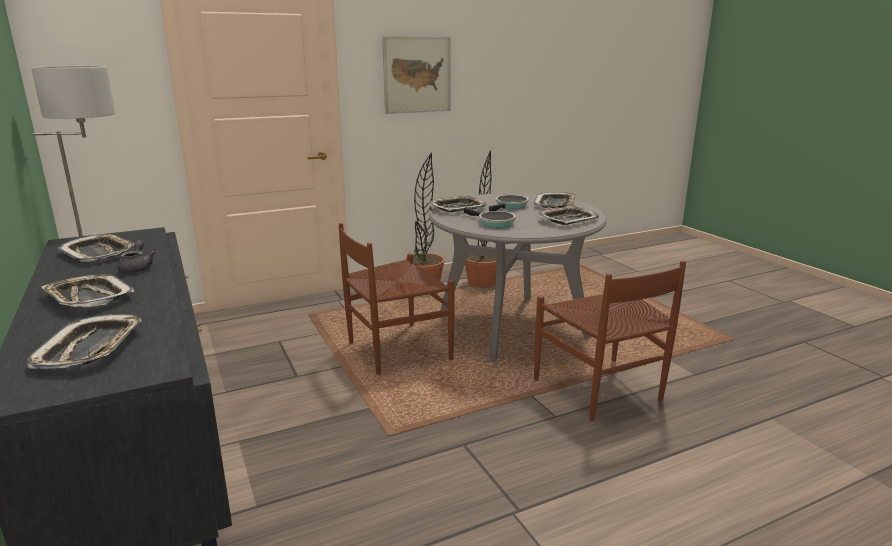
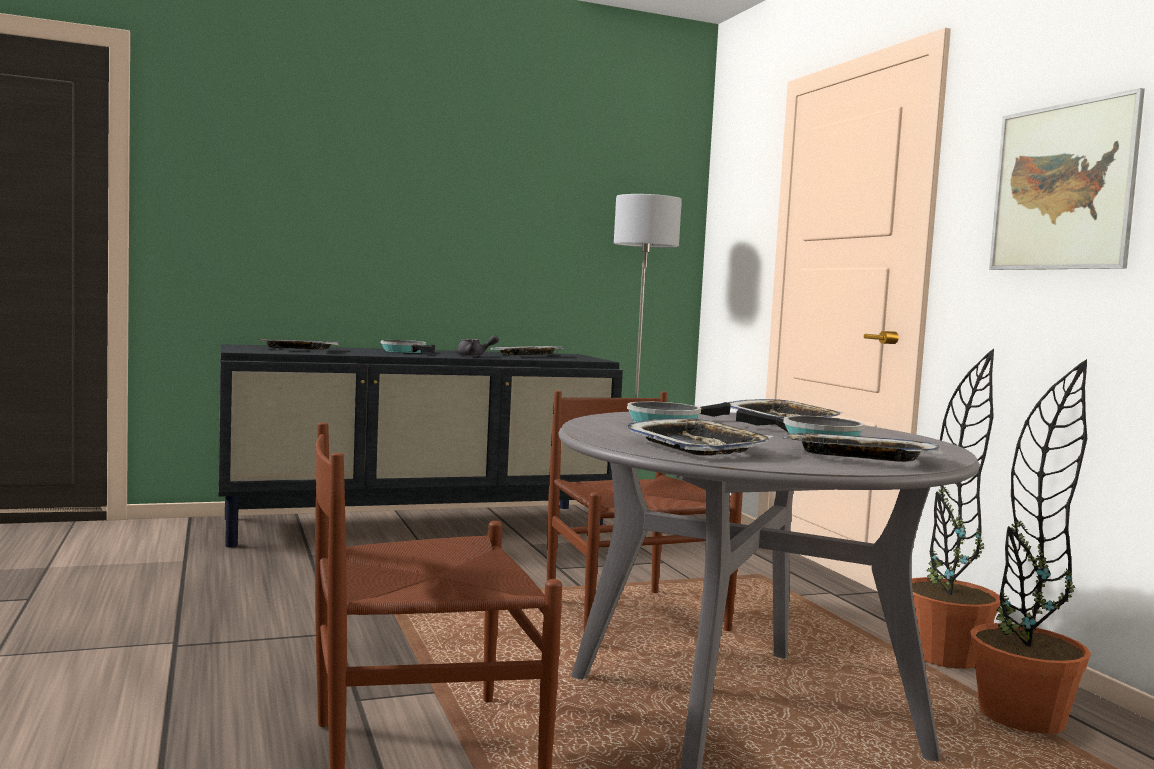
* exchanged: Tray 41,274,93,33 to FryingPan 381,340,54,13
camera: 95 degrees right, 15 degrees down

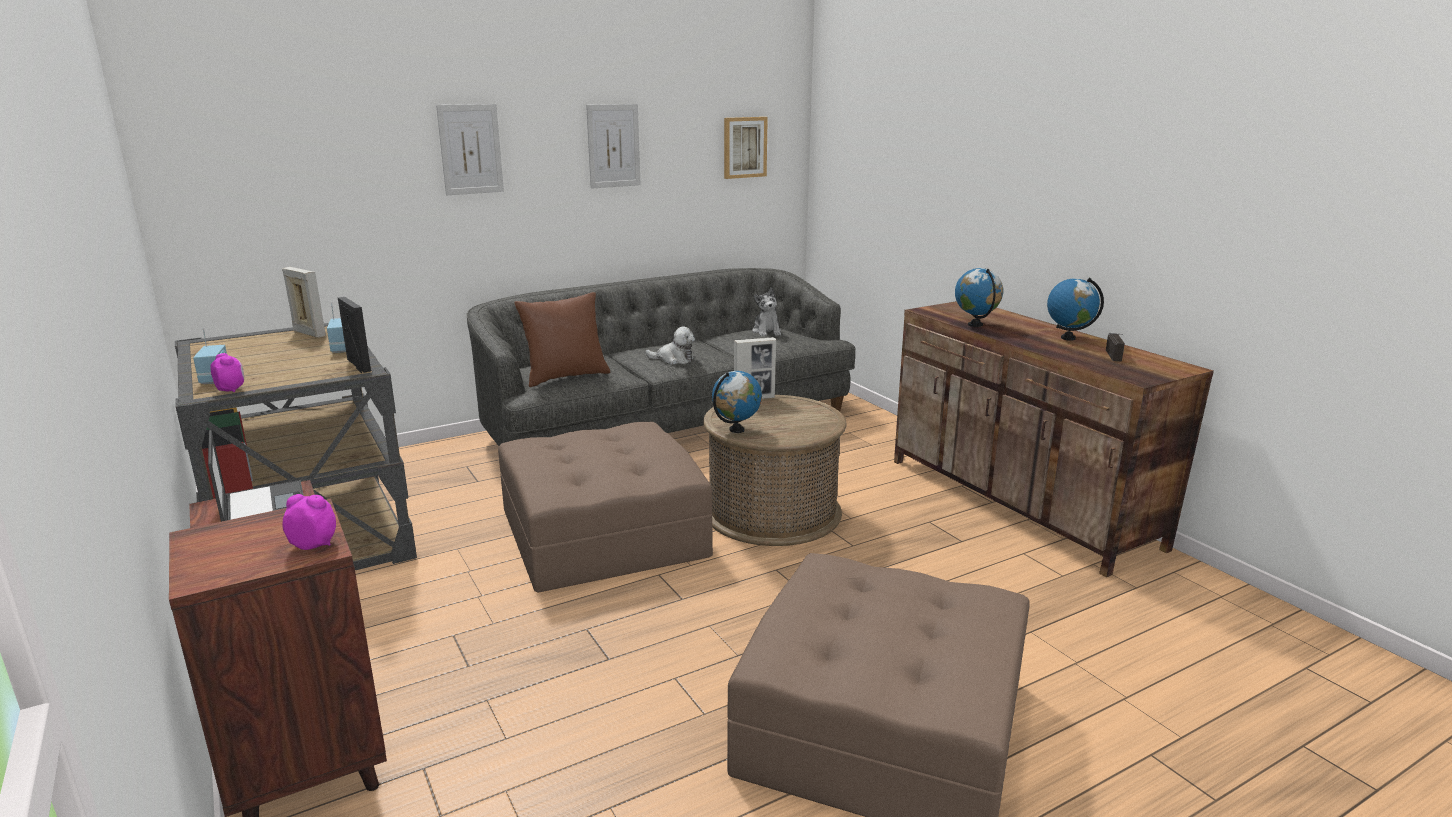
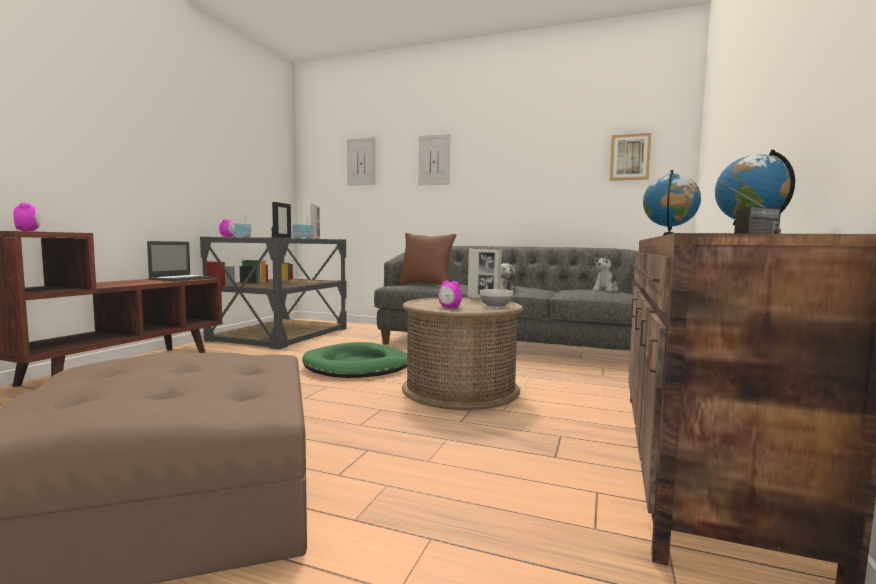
* exchanged: BrownOttoman 498,422,215,171 to GreenDogBed 302,342,105,36
* relocated: Picture 586,104,54,85 to 347,137,28,49
* appeared: AlarmClock 438,281,24,27
* appeared: Bowl 480,289,33,18
* missing: Globe 712,371,50,62
camera: 50 degrees right, 15 degrees down

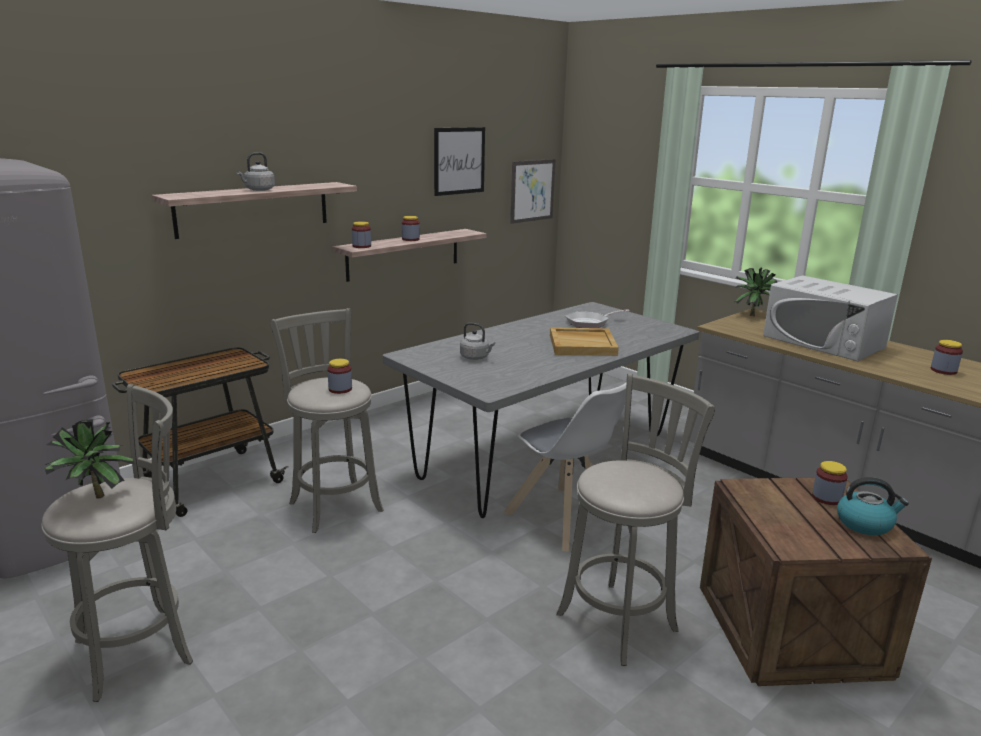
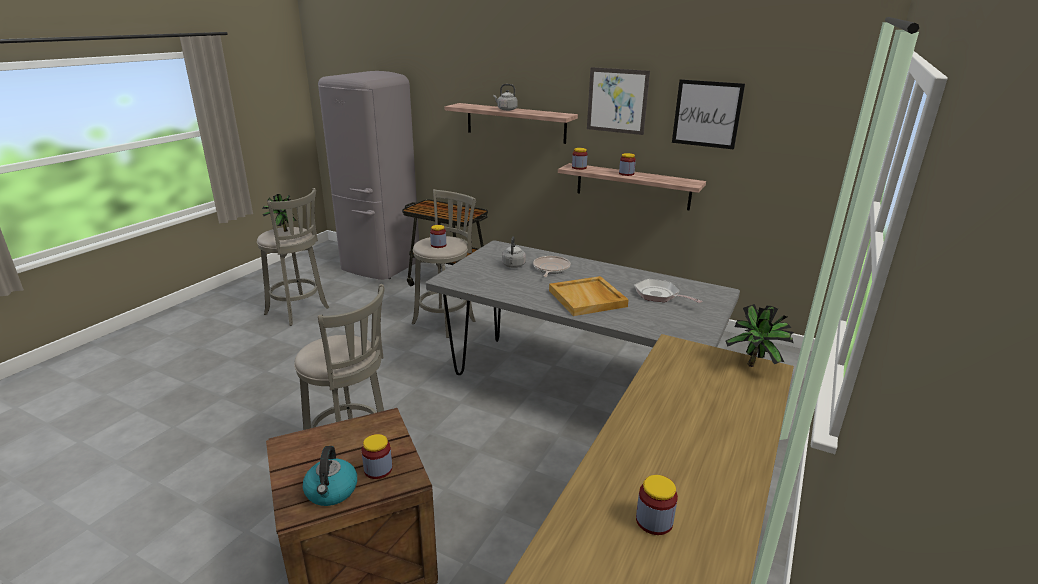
* appeared: FryingPan 533,256,37,21
* relocated: Picture 510,159,46,65 to 587,67,63,68
* missing: Chair 504,383,122,169
* missing: WhiteMicrowave 763,275,135,86
camera: 70 degrees right, 5 degrees up

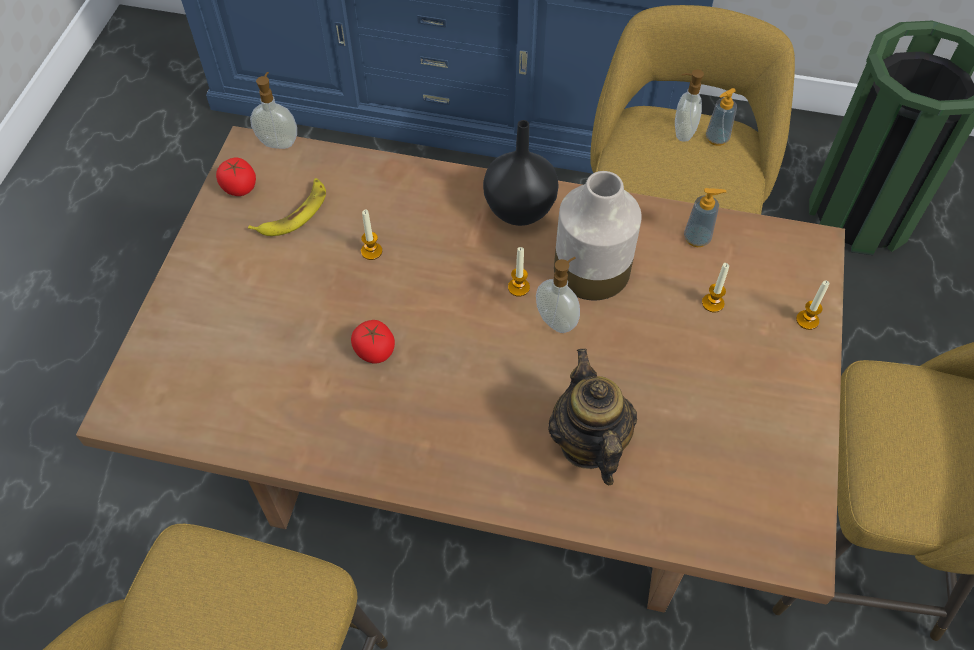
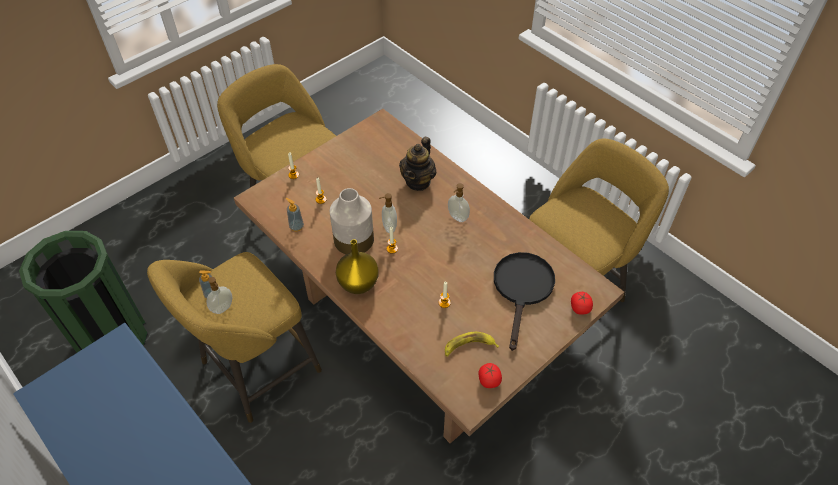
* colour: BlackVase 483,120,76,106 to YellowVase 336,239,43,55
* relocated: SoapDispenser 250,72,47,77 to 448,183,22,39
* appeared: BlackFryingPan 494,252,61,99
* relocated: Tomato 351,320,44,43 to 571,292,22,23
camera: 145 degrees left, 5 degrees down

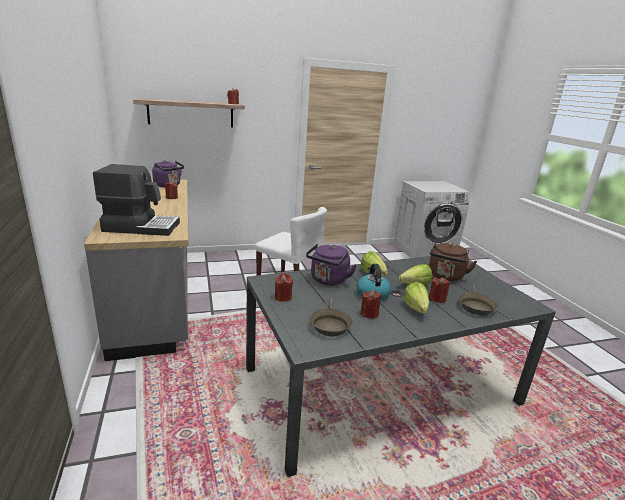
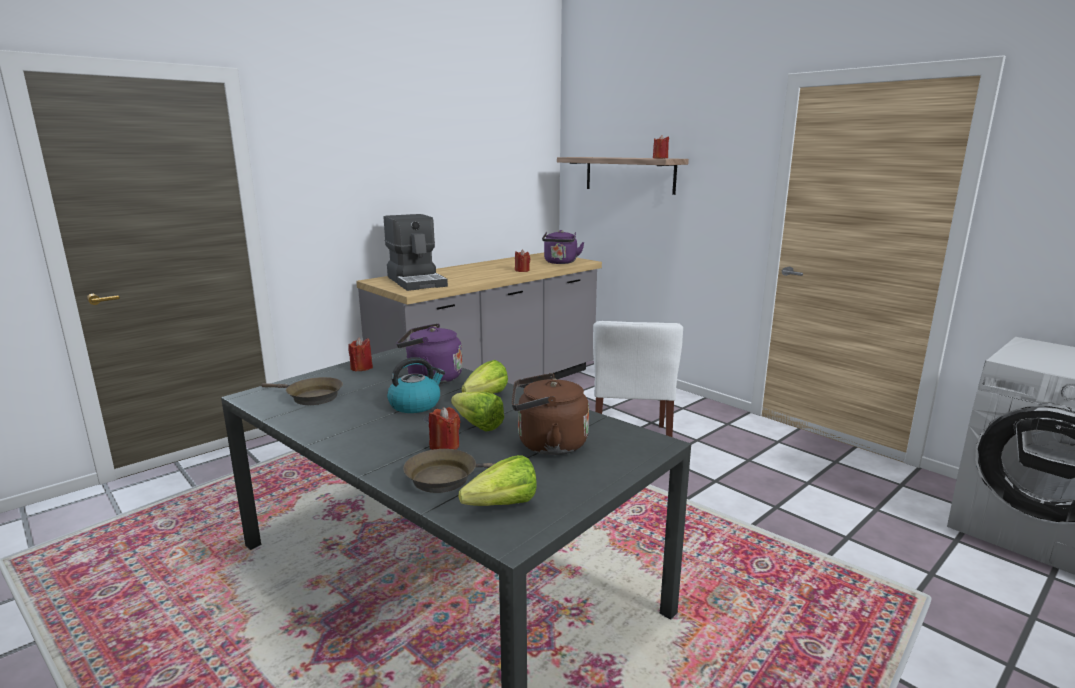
* spun: BrownFryingPan 310,297,43,39 = 261,377,82,28 135 degrees counterclockwise
* relocated: Lettuce 403,282,26,32 to 459,455,78,51
* missing: RedCandle 360,290,22,29
camera: 65 degrees right, 5 degrees down

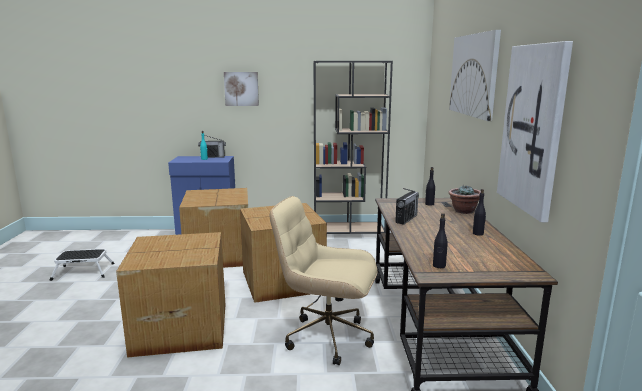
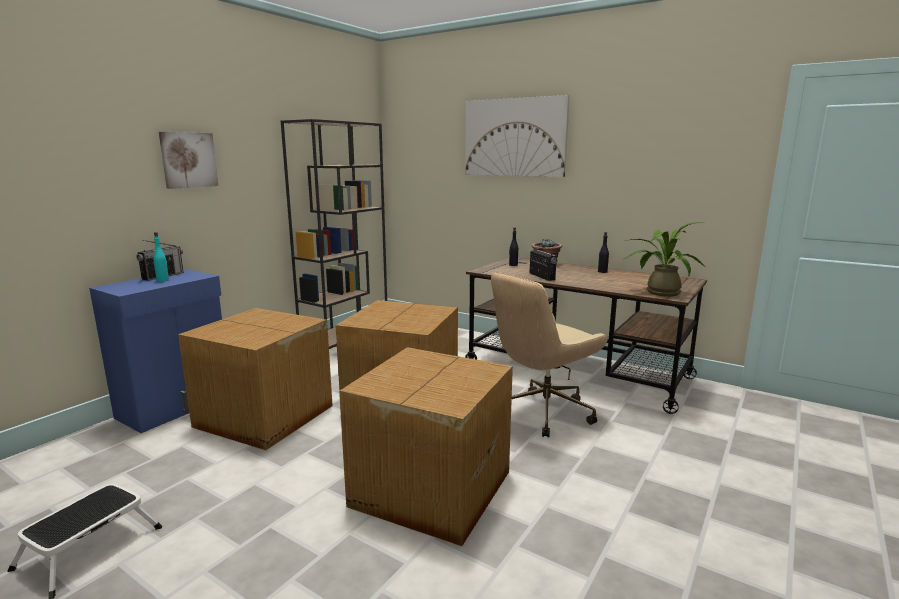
* exchanged: BlackBottle 433,213,15,55 to PottedPlant 624,222,82,75
* missing: Picture 497,41,76,181
camera: 55 degrees left, 0 degrees up

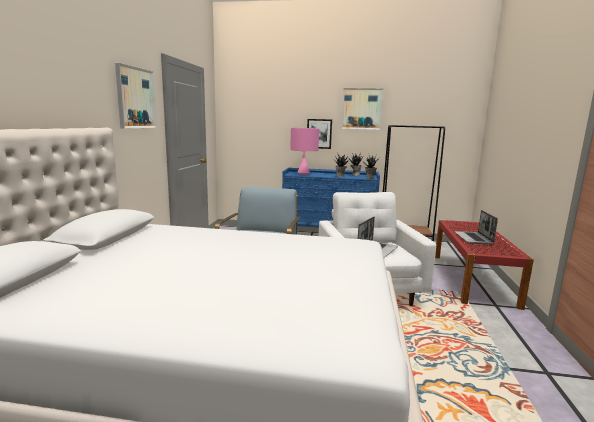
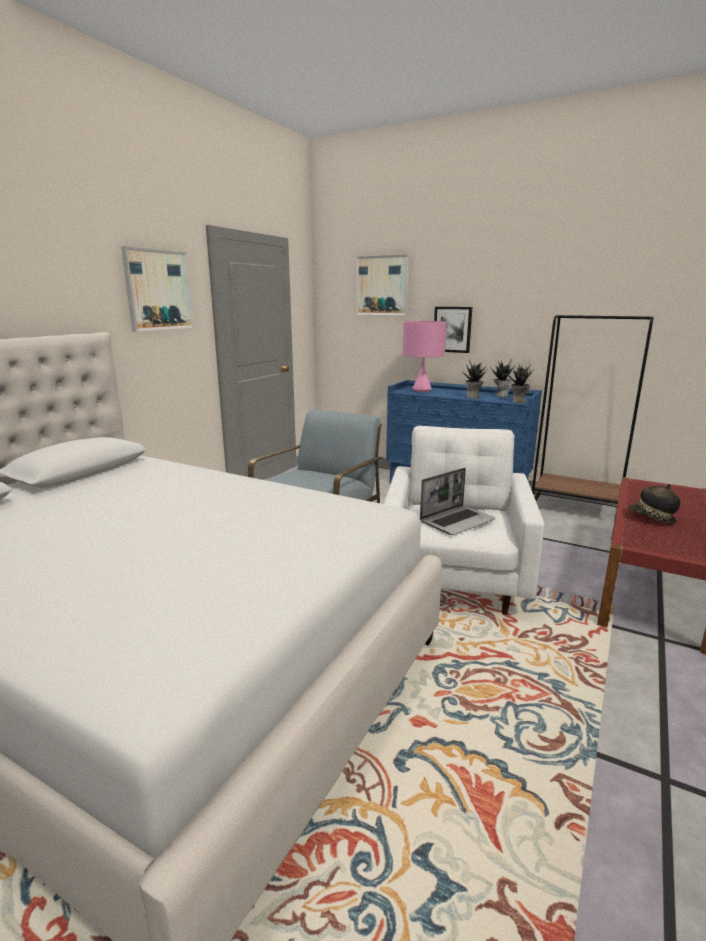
* relocated: Picture 341,88,43,42 to 356,254,53,61
* exchanged: Laptop 454,210,44,34 to Hat 629,484,51,39
camera: 20 degrees right, 5 degrees up

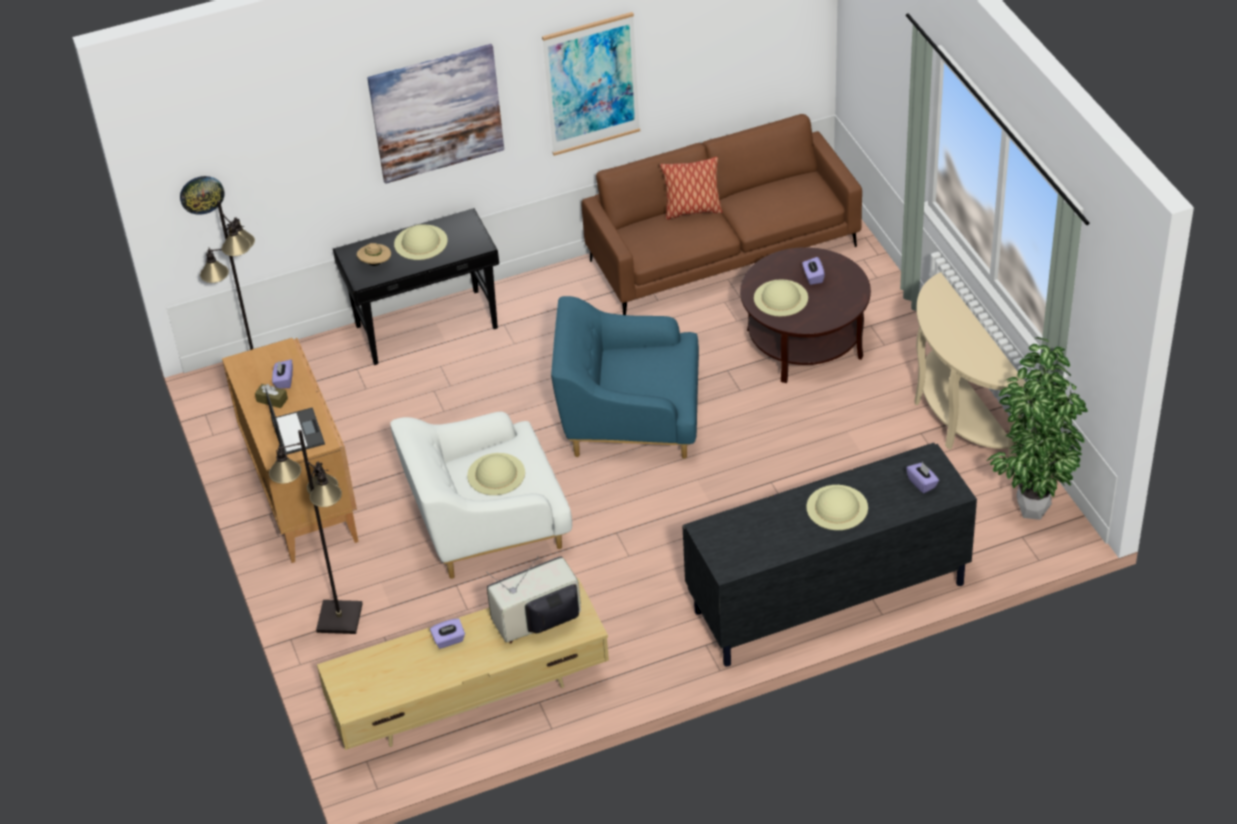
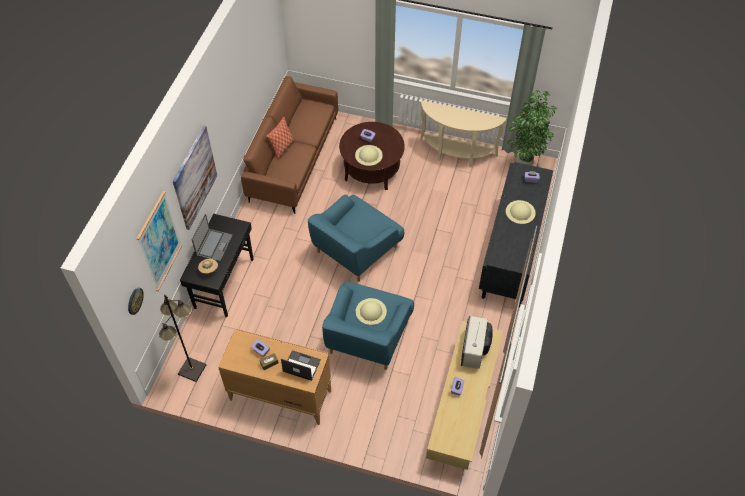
* relocated: Picture 542,12,98,144 to 137,191,45,100
* exchanged: BeigeHat 394,224,54,36 to Laptop 192,214,41,48
* colour: WhiteArmchair 390,412,182,167 to BlueArmchair 322,281,92,89
* missing: BlackFloorLamp 269,430,94,204
camera: 55 degrees left, 10 degrees up

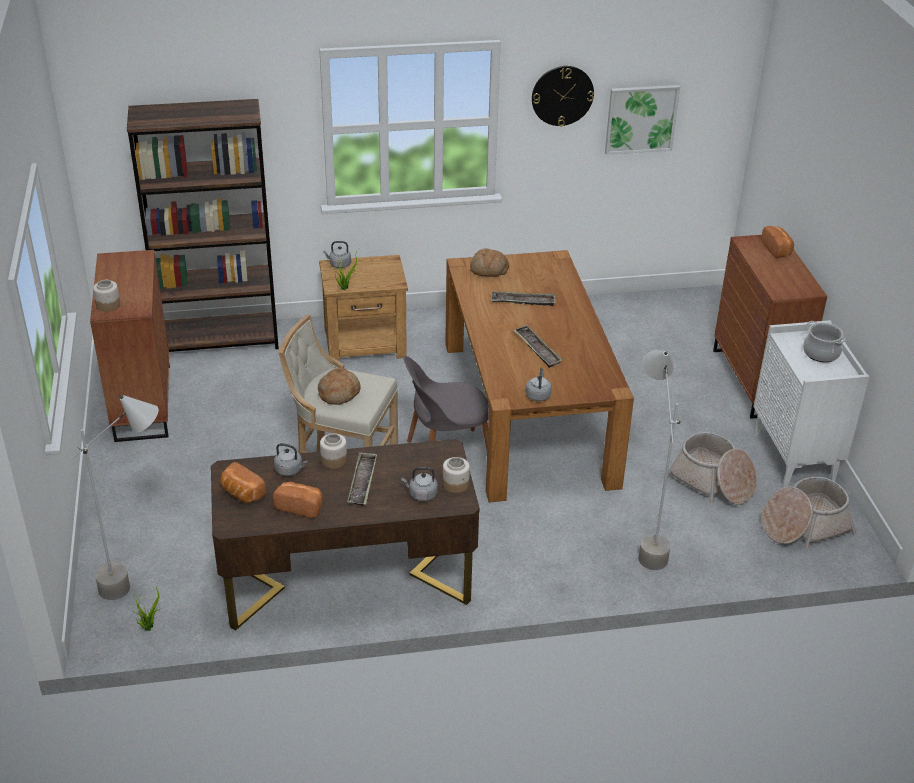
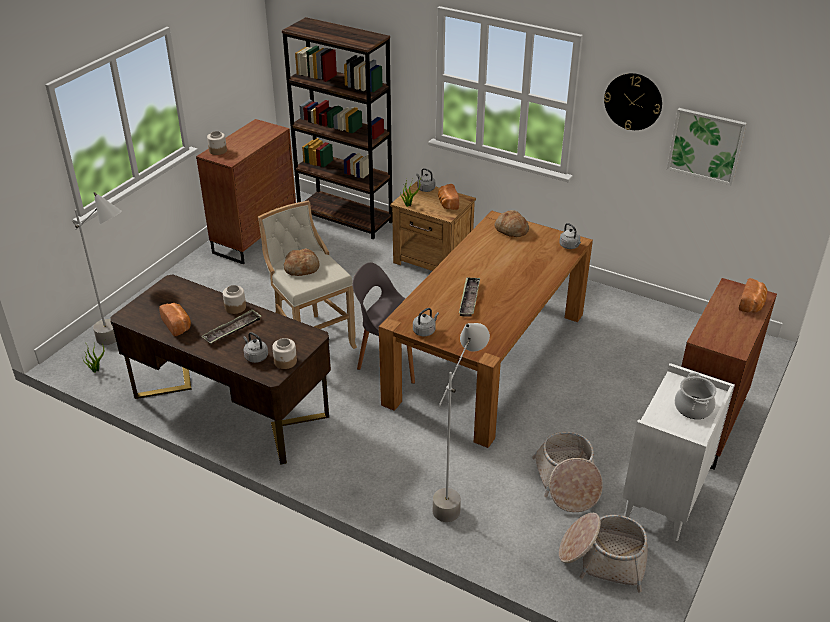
* relocated: Bread 220,462,46,41 to 438,184,21,26
* relocated: GreyKettle 274,443,34,33 to 559,223,22,26
* missing: Tray 491,291,65,15
camera: 40 degrees right, 0 degrees up

